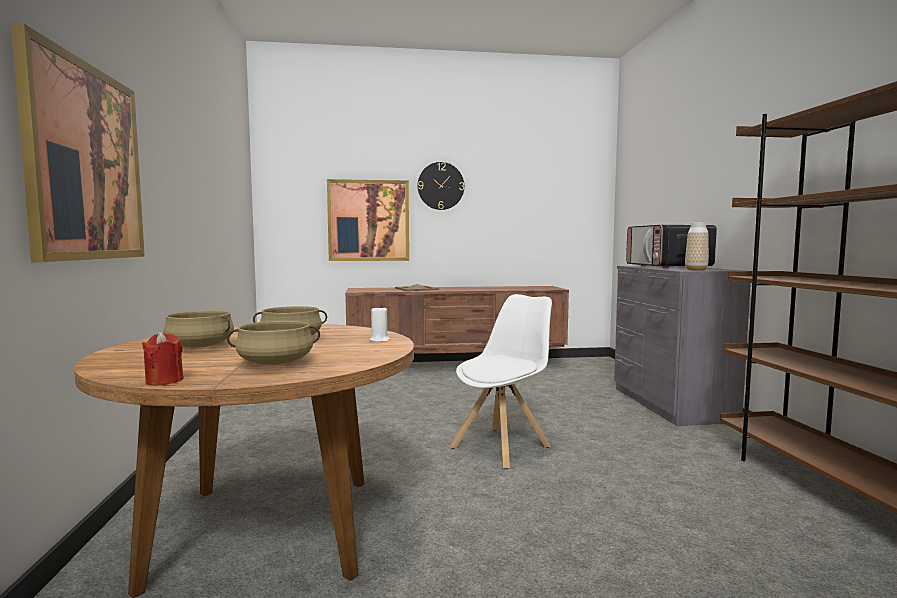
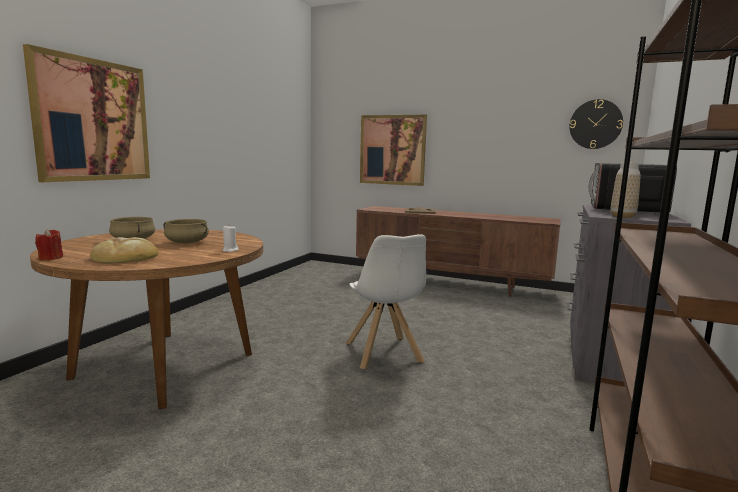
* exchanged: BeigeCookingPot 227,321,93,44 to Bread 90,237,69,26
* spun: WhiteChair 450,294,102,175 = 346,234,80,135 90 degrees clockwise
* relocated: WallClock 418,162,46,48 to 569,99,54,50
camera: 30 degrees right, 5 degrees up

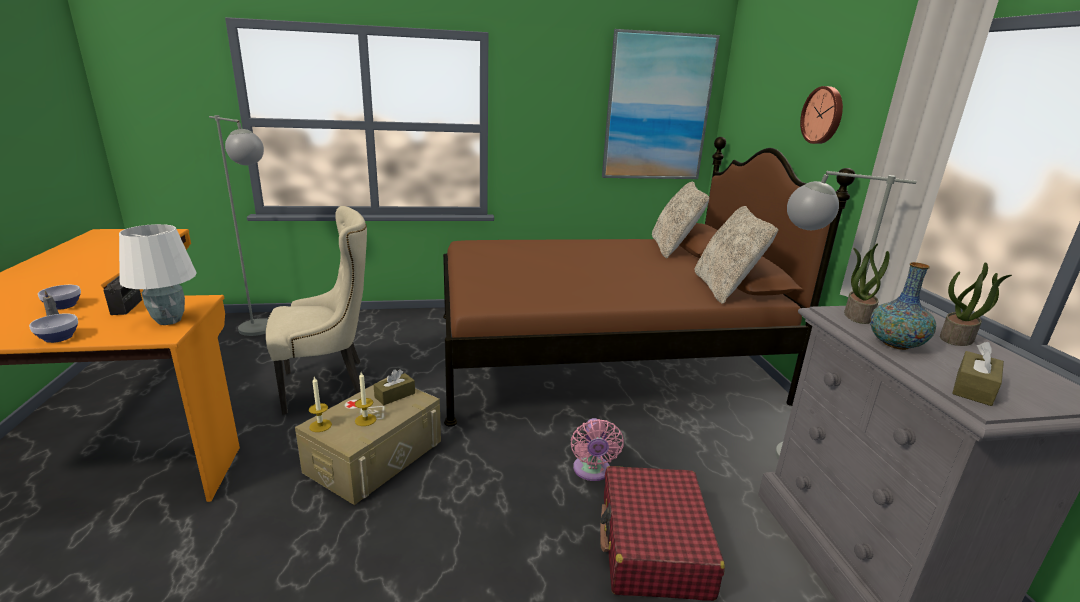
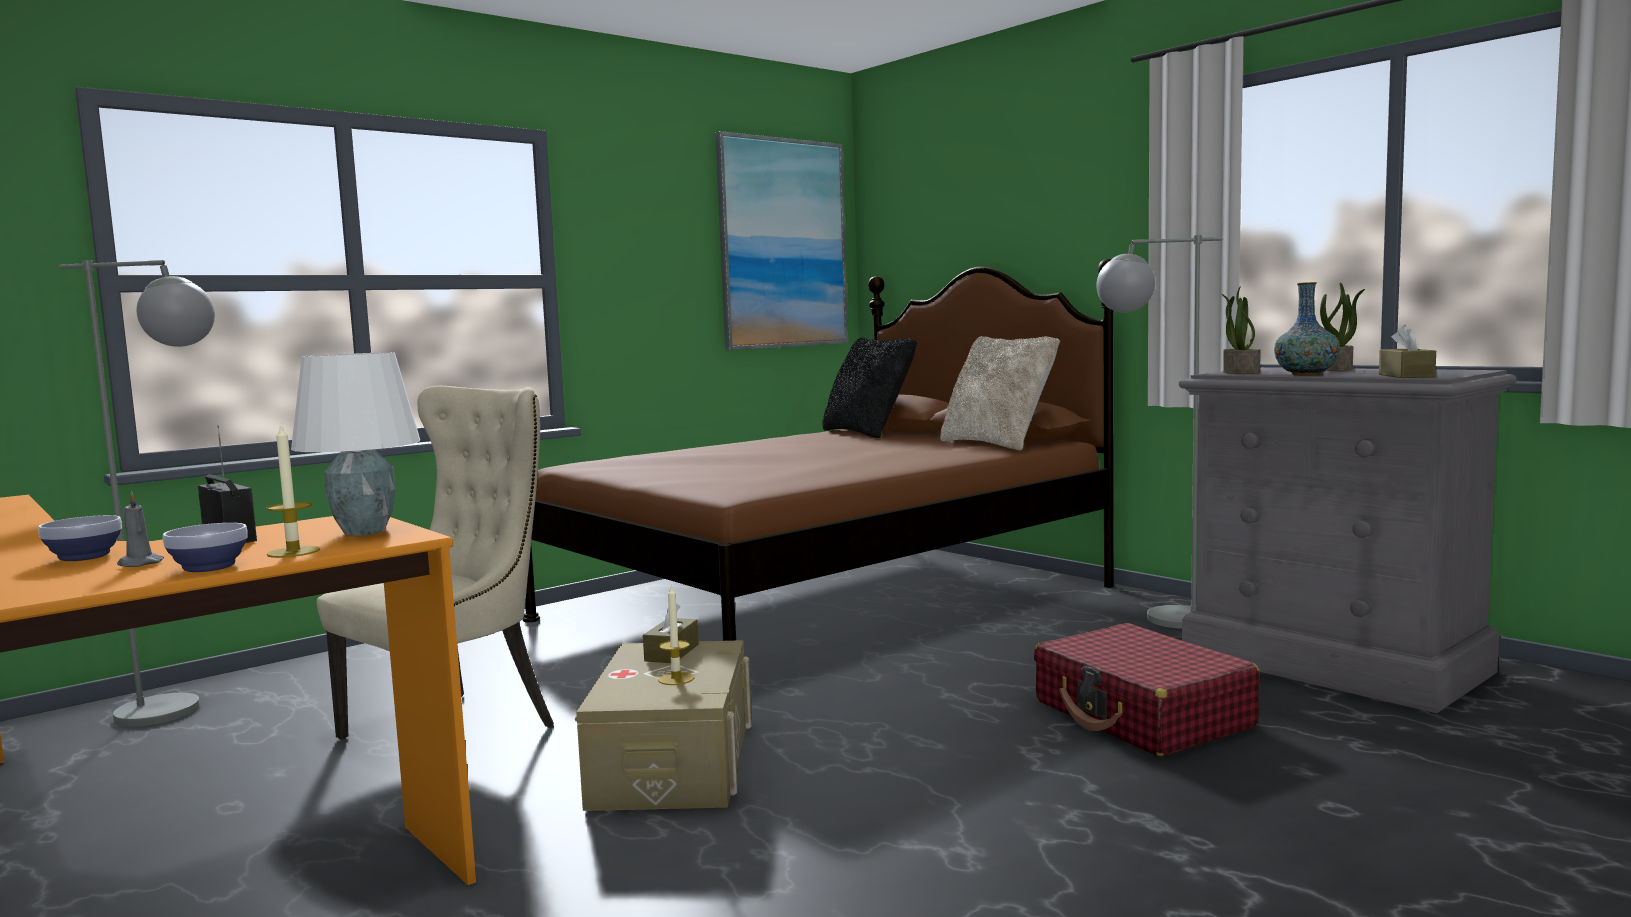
* relocated: Candle 309,377,23,55 to 266,426,54,132
* colour: BeigePillow 652,182,58,76 to BlackPillow 822,338,95,100
* missing: PinkFan 571,418,53,63
* missing: WallClock 800,86,43,58
camera: 30 degrees left, 15 degrees down

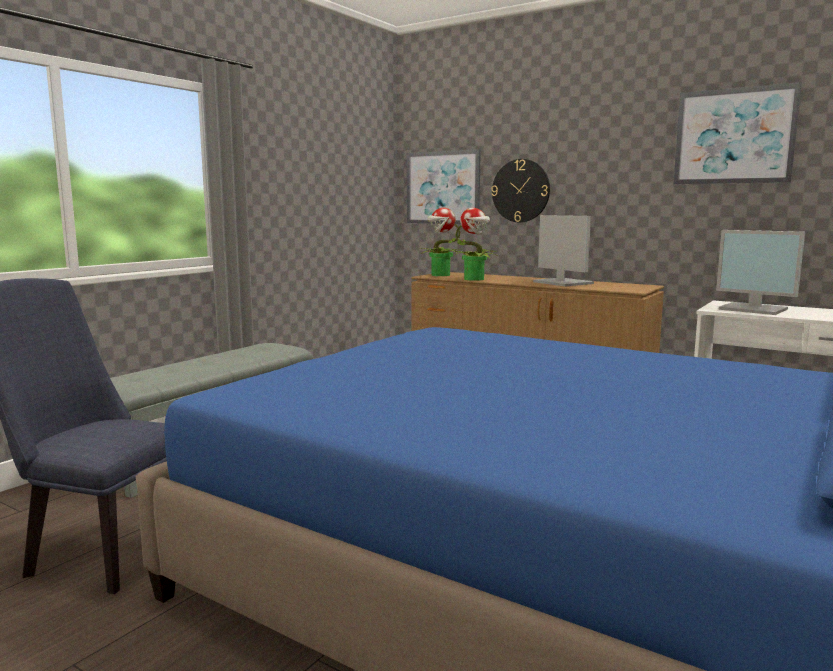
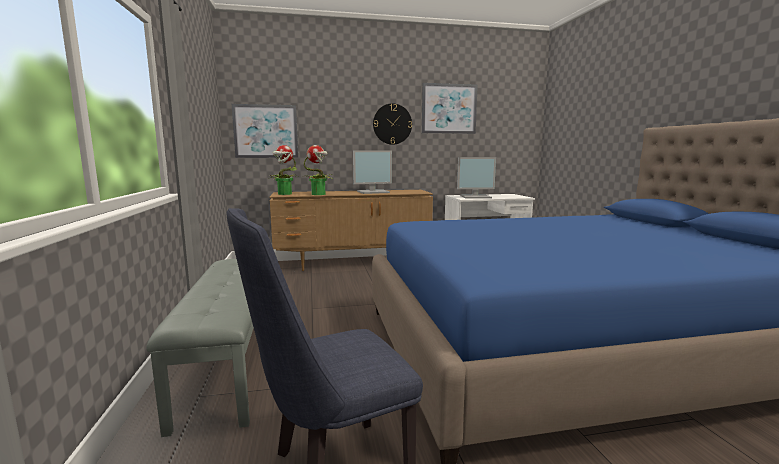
* spun: Monitor 533,215,61,72 = 353,150,39,44 150 degrees clockwise
* relocated: WallClock 491,159,59,63 to 373,103,39,42
camera: 45 degrees left, 0 degrees up

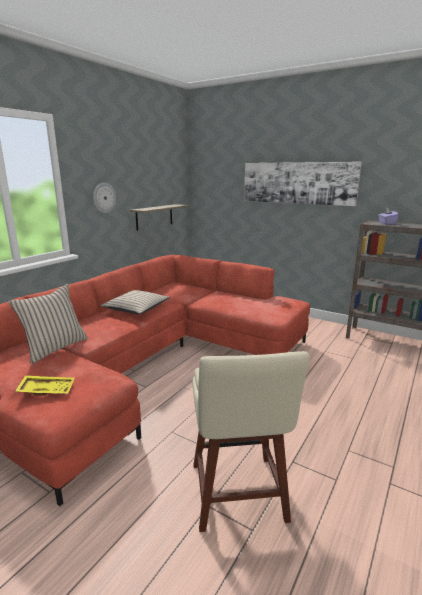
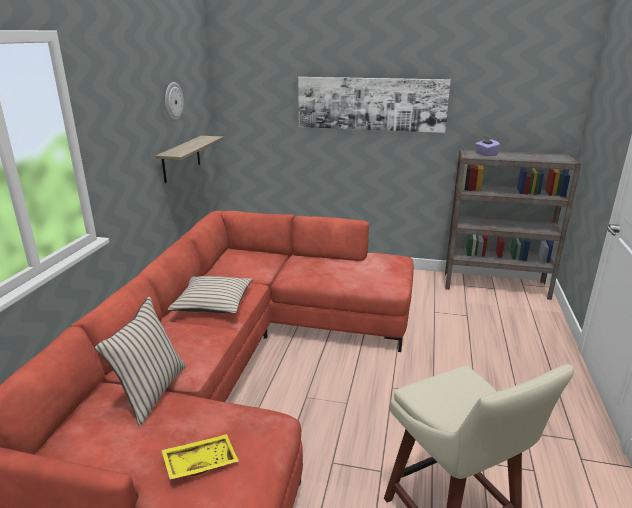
* relocated: WallClock 93,183,23,30 to 165,82,19,40
camera: 20 degrees left, 5 degrees up

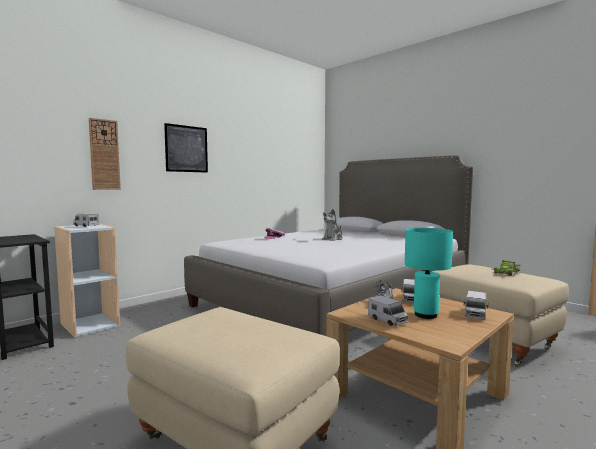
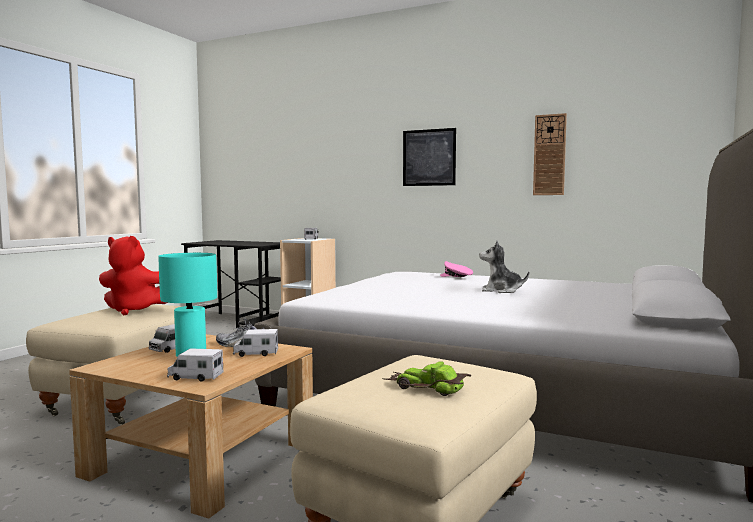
* appeared: RedPlushToy 99,236,67,79
* relocated: WallClock 89,118,32,72 to 533,113,34,82
camera: 70 degrees right, 0 degrees up

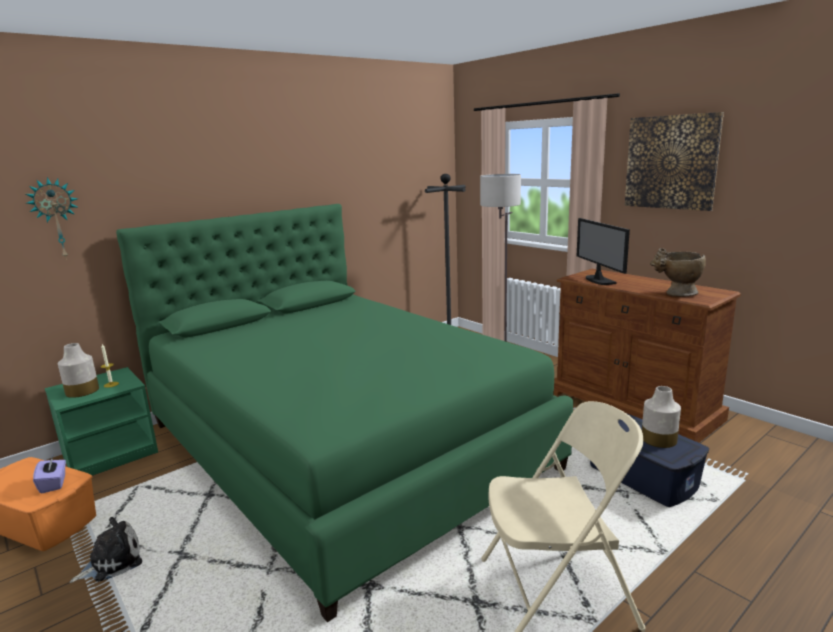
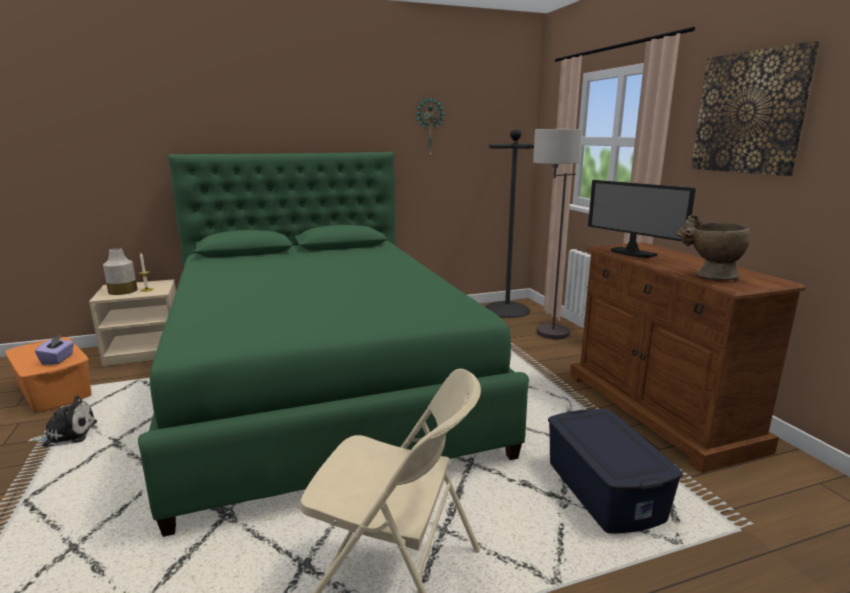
* colour: GreenNightstand 45,367,113,108 to BeigeNightstand 89,279,87,87
* relocated: WallClock 26,177,53,83 to 415,96,30,61
* spun: Monitor 577,218,53,67 = 588,180,108,78 45 degrees counterclockwise
* missing: BeigeVase 642,386,39,62
camera: 20 degrees right, 0 degrees up

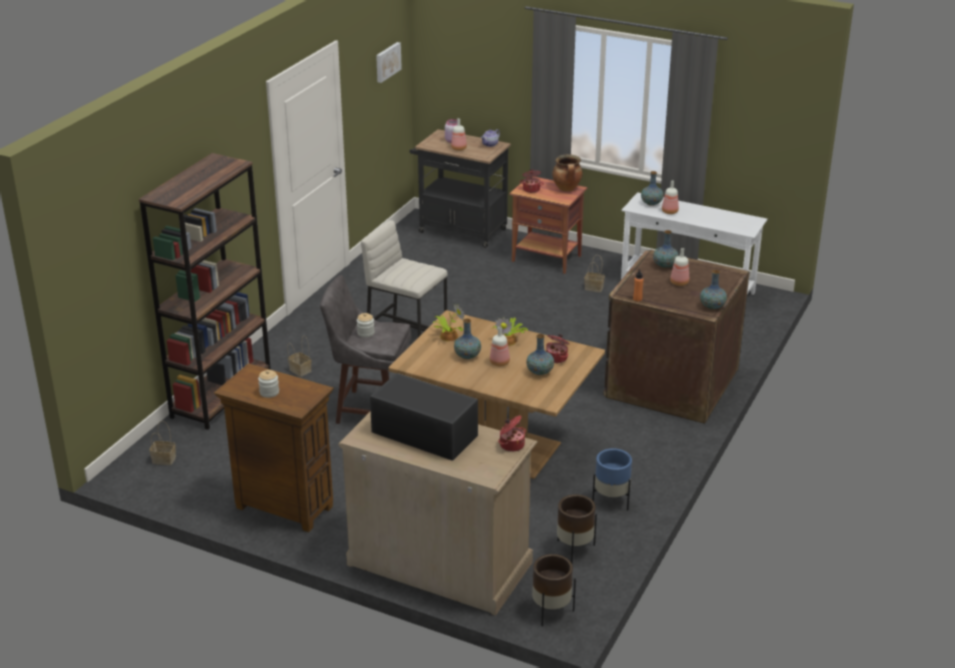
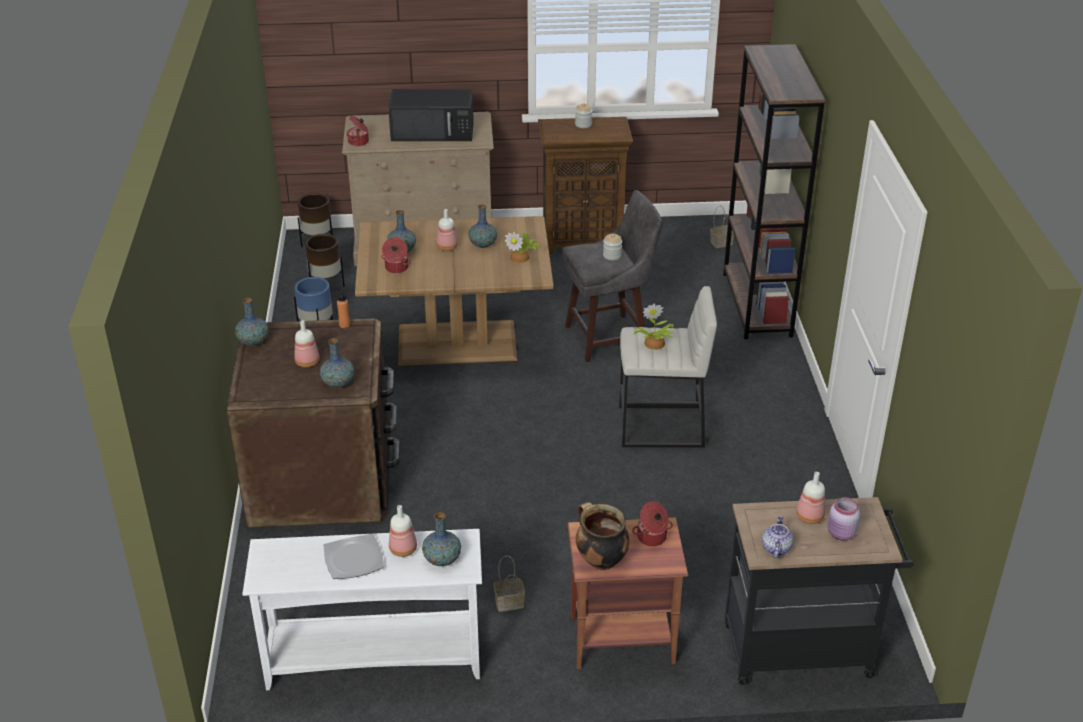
* appeared: Plate 324,534,60,45
* relocated: PottedPlant 493,317,35,29 to 634,303,40,47
* missing: Basket 287,336,25,41
* missing: Picture 376,42,26,41
camera: 150 degrees right, 5 degrees up

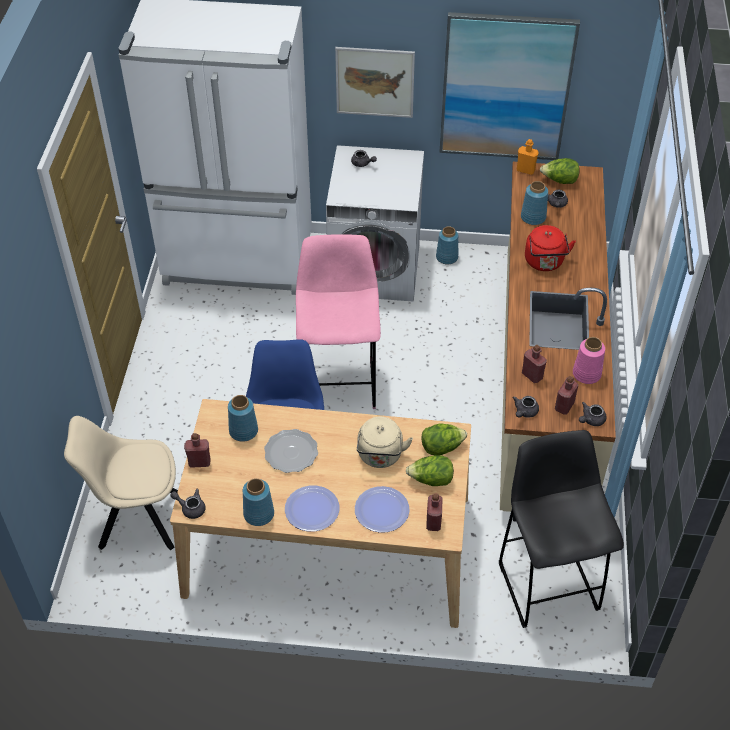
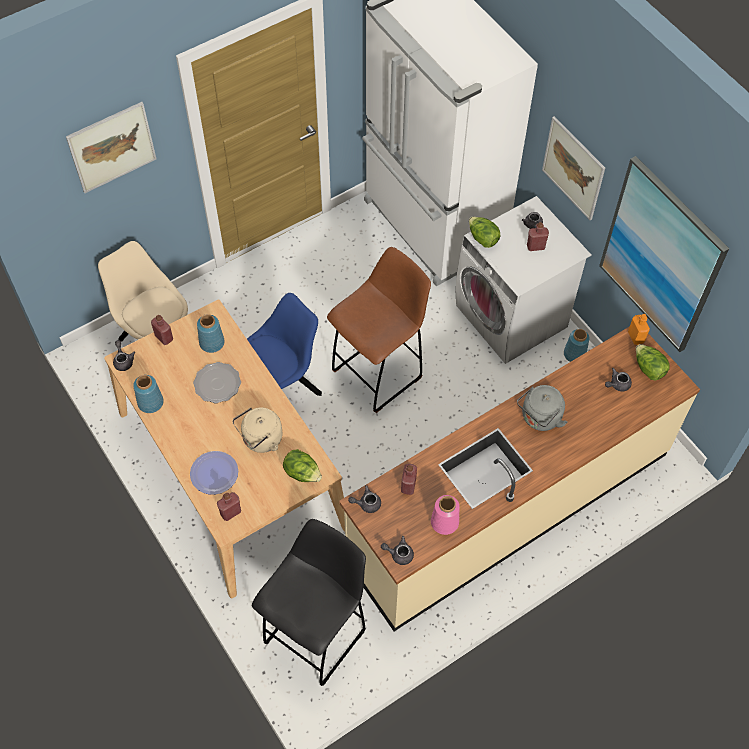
* appeared: Picture 66,102,90,91
* colour: PinkStool 296,234,85,175 to BrownStool 327,247,104,166
* relocated: Lettuce 406,455,48,31 to 469,217,31,31
* colour: RedKettle 525,225,51,46 to GreyKettle 517,385,51,46
* relocated: RedBottle 555,376,23,38 to 527,222,22,29
* missing: Plate 285,486,54,46
* missing: BlueVase 521,181,27,44
camera: 50 degrees right, 10 degrees up

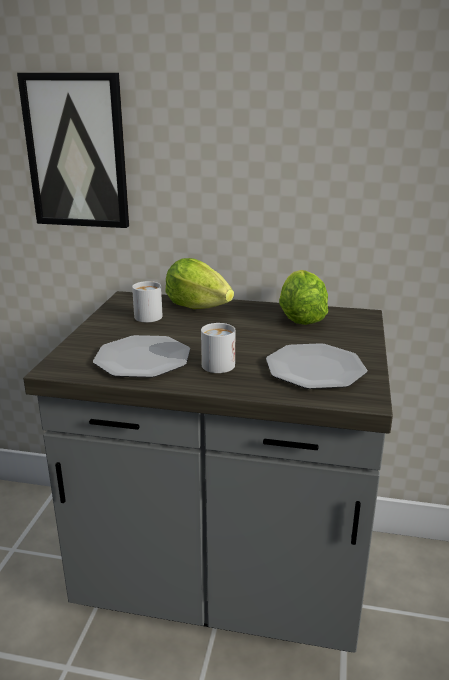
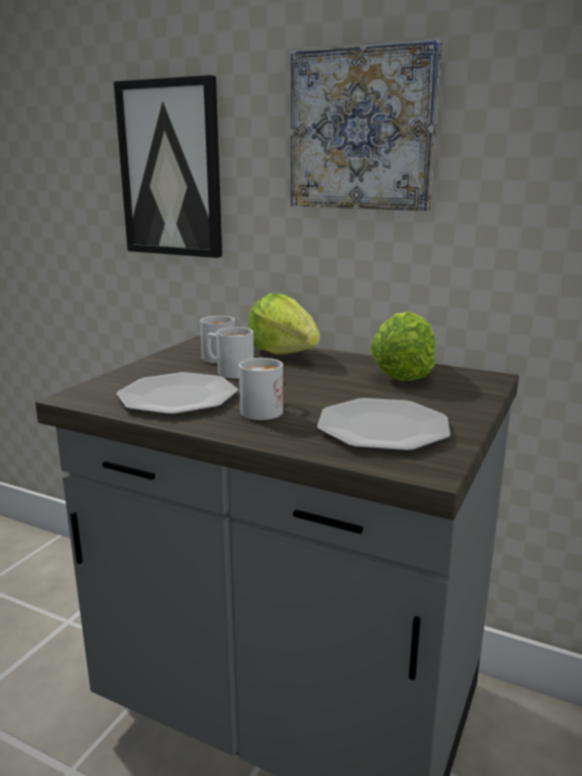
* appeared: WhiteMug 206,327,48,52
* appeared: Picture 291,40,151,171
camera: 15 degrees right, 5 degrees down

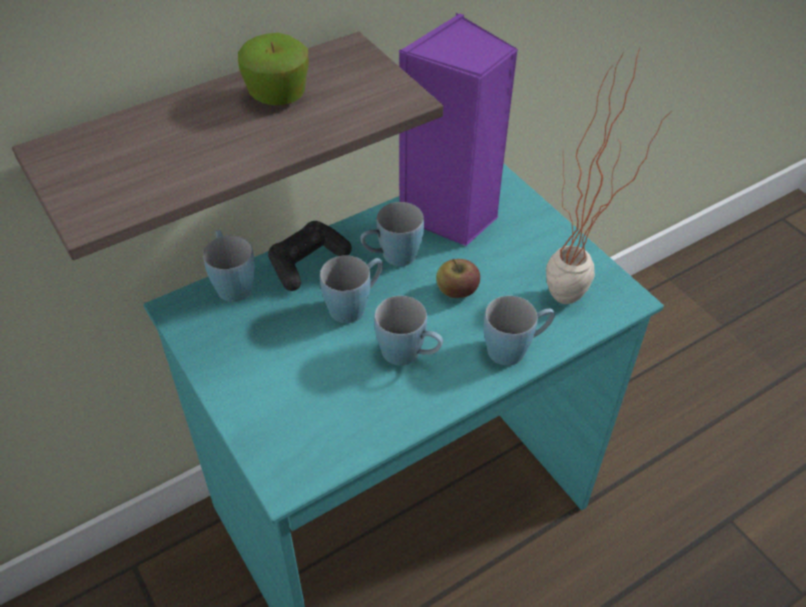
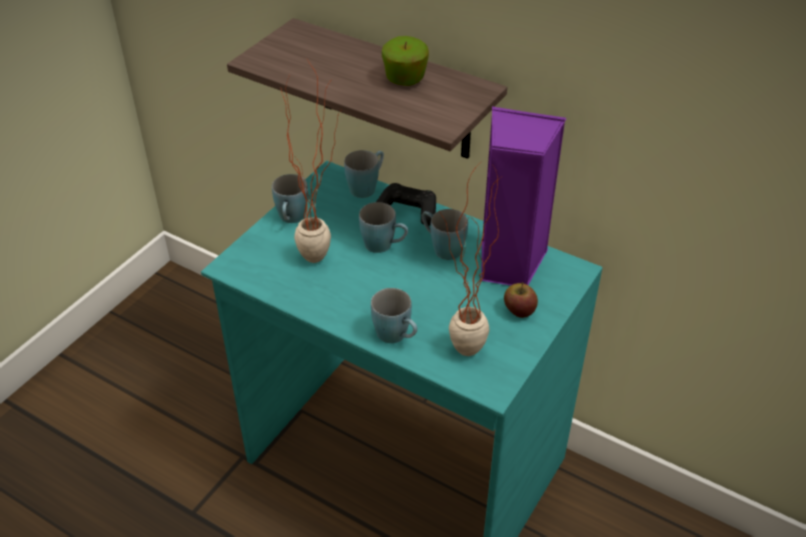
* relocated: BlueMug 374,296,69,70 to 272,174,36,49
* appeared: PottedPlant 281,58,61,205
* relocated: Apple 436,259,44,39 to 504,282,34,36
camera: 65 degrees right, 5 degrees down

